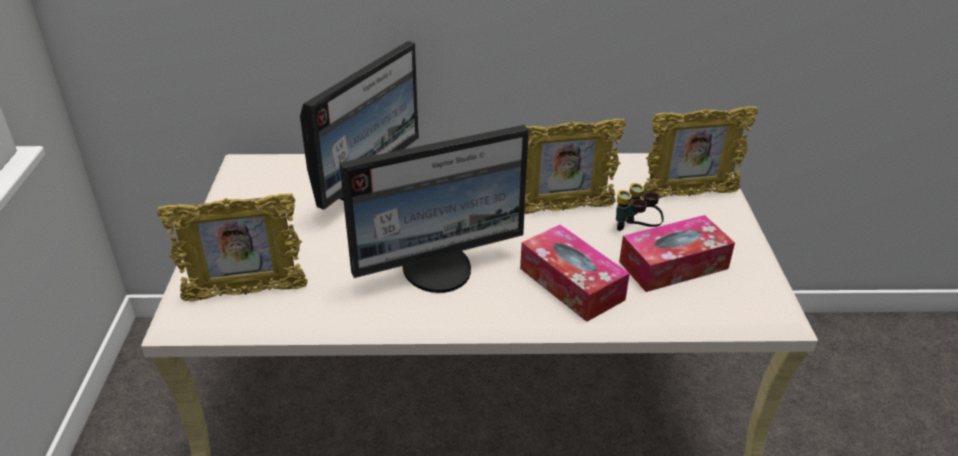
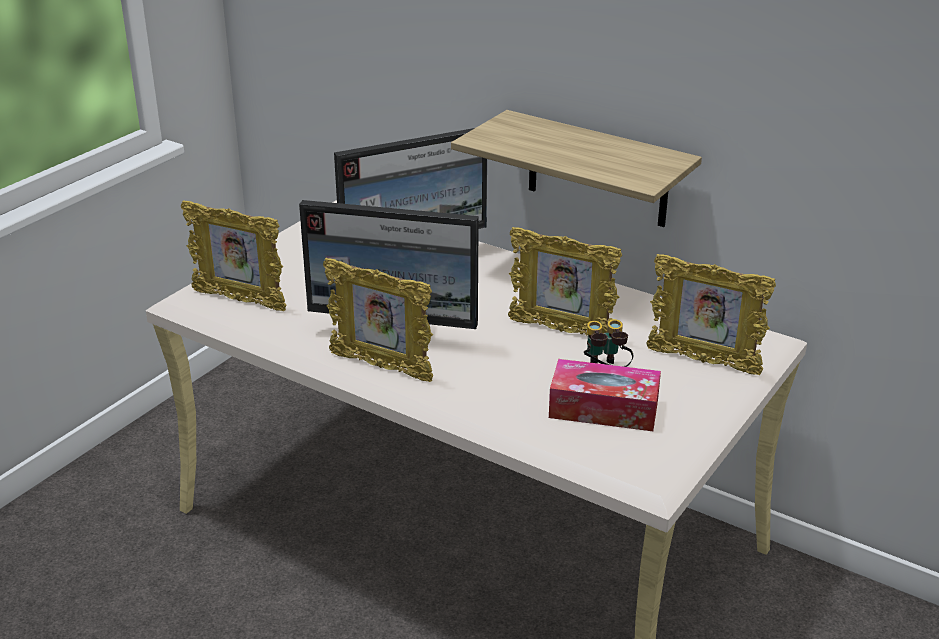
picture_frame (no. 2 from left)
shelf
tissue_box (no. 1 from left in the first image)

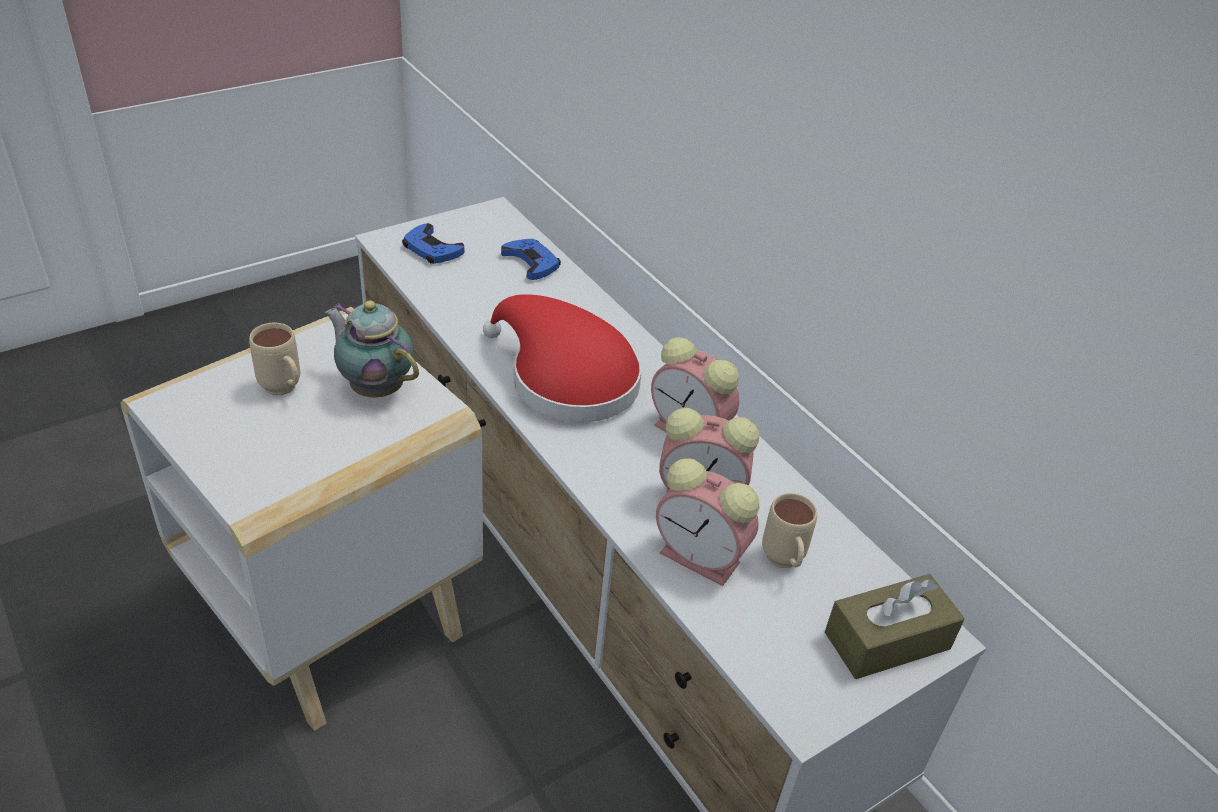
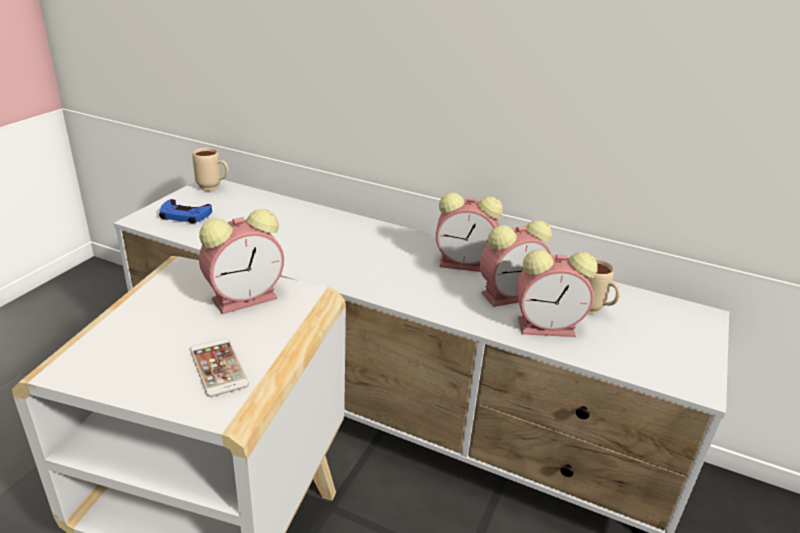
phone
beige_mug (no. 1 from left)
alarm_clock (no. 1 from left)
red_hat
blue_game_controller (no. 2 from left in the first image)
brown_tissue_box

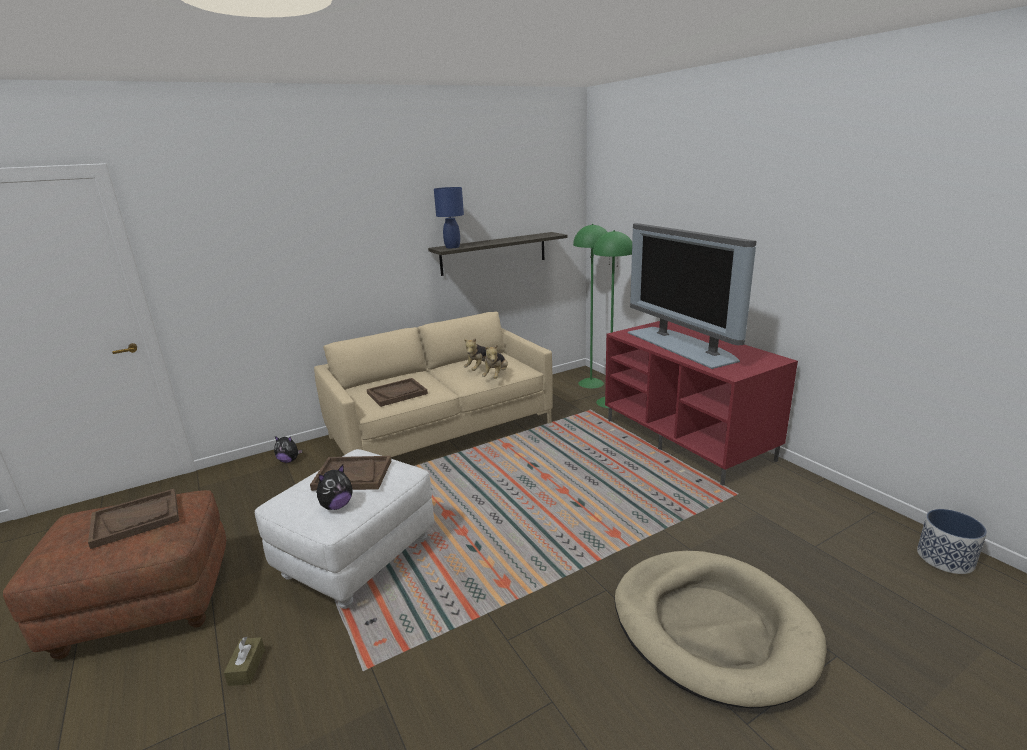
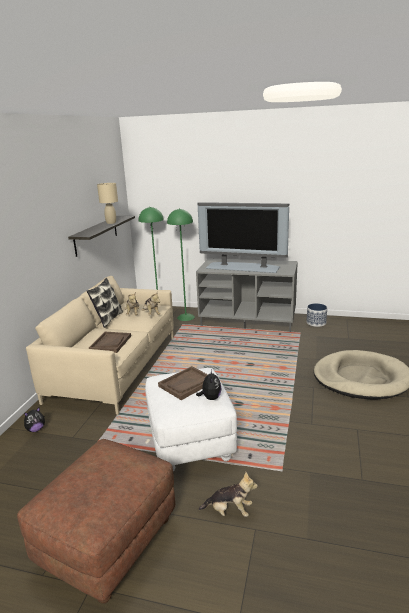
pillow
beige_table_lamp
grey_tv_stand
plush_toy (no. 5 from left)
planter
brown_tray (no. 1 from left in the first image)
blue_table_lamp

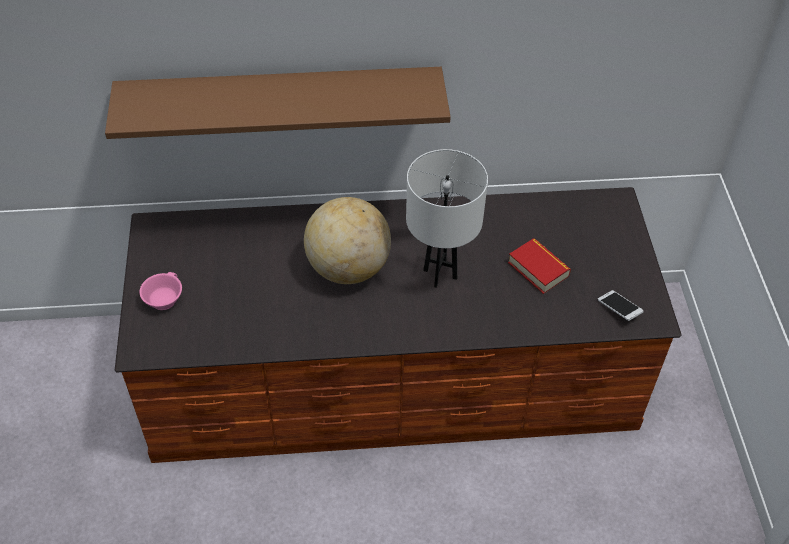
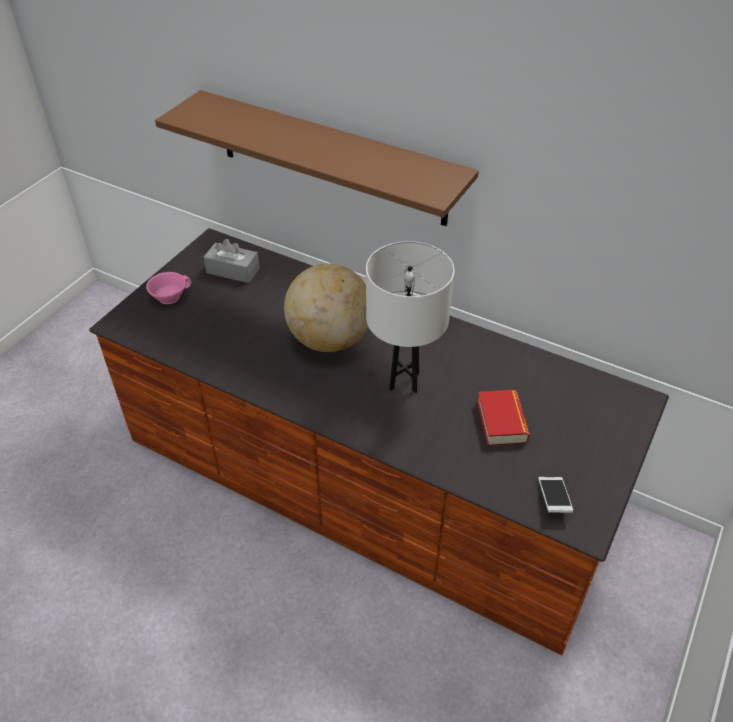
grey_tissue_box

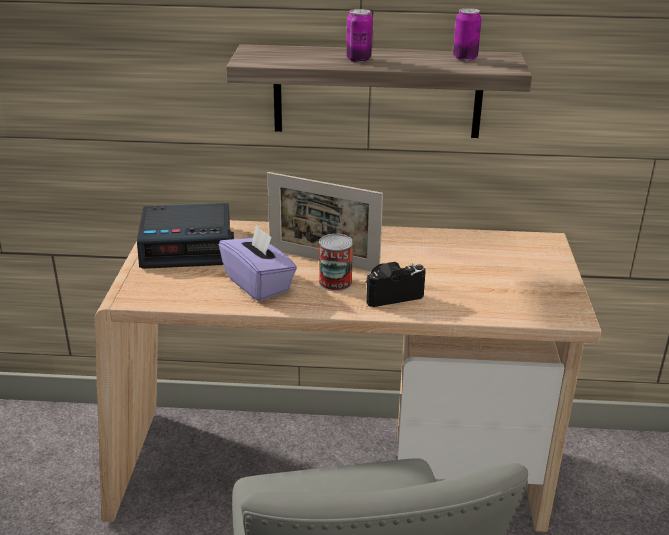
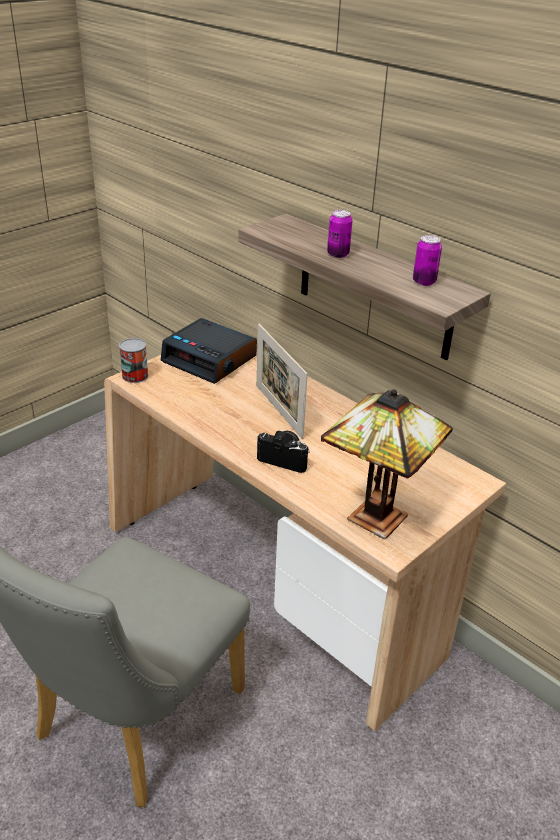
can (no. 1 from left)
table_lamp
purple_tissue_box

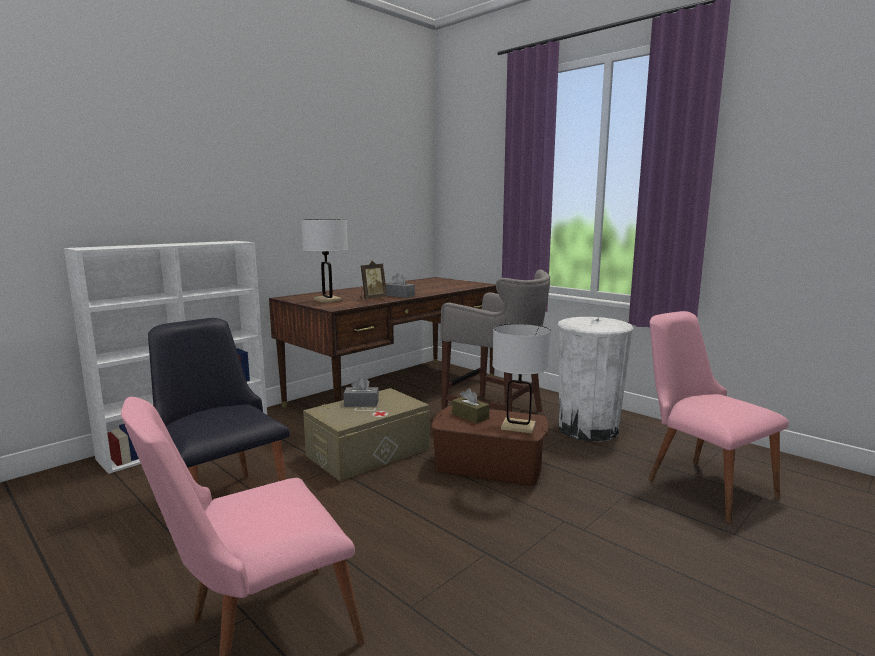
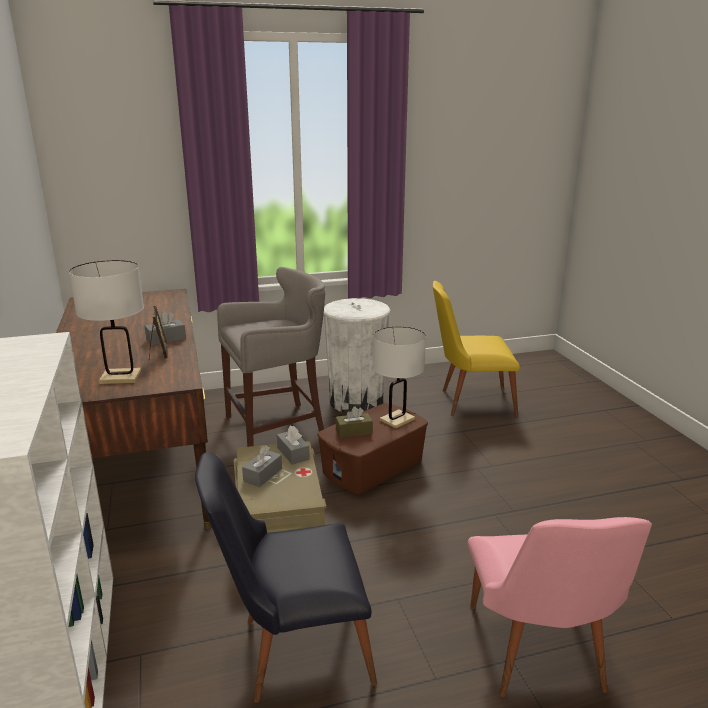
grey_tissue_box (no. 3 from left)
yellow_chair

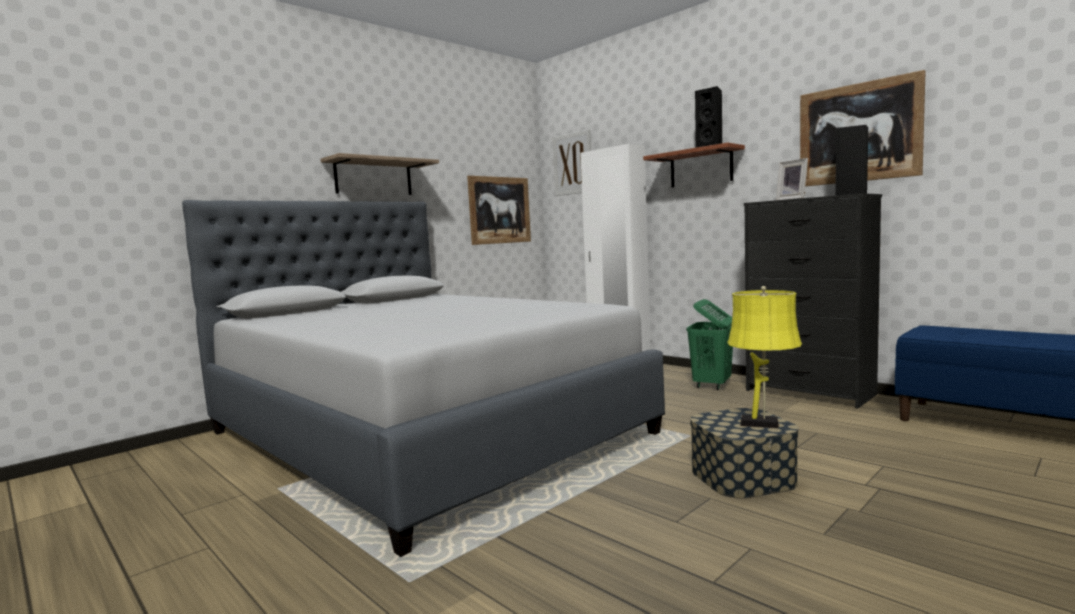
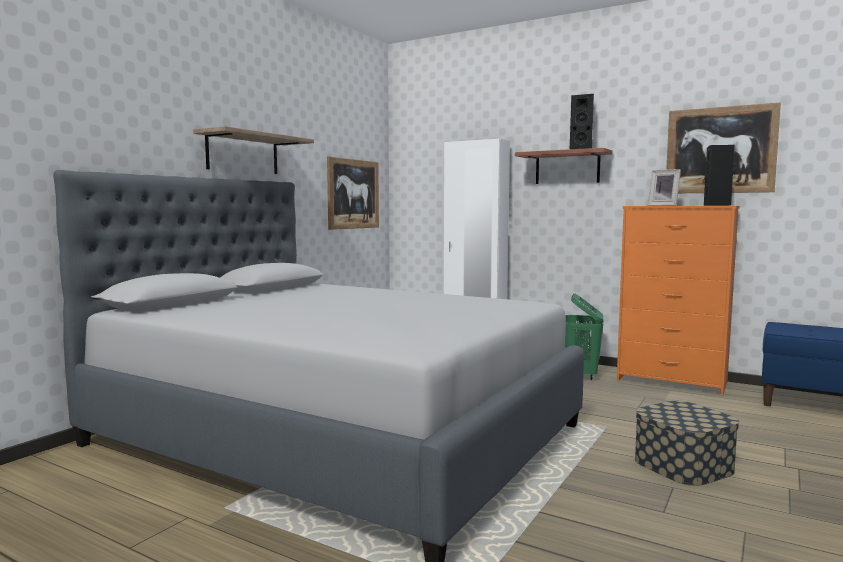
orange_dresser
picture (no. 2 from left in the first image)
yellow_table_lamp

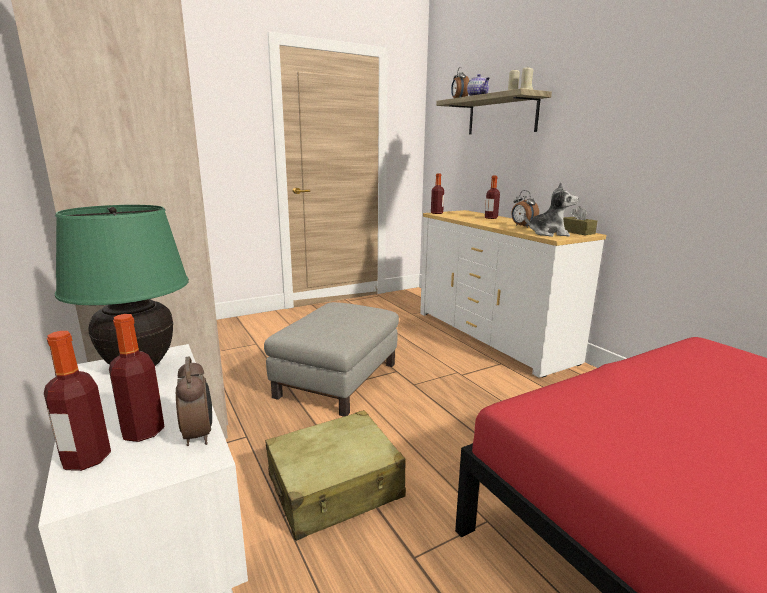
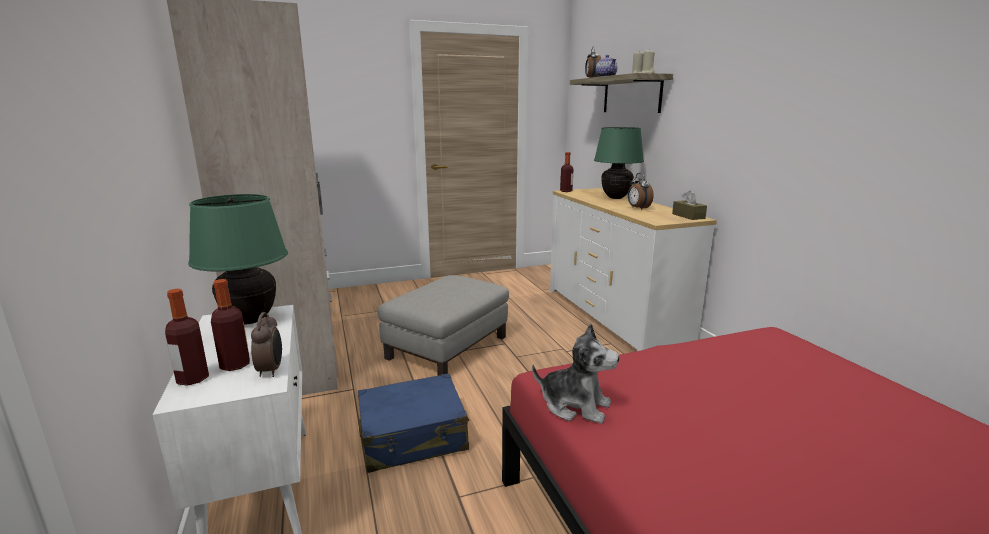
blue_suitcase
plush_toy
green_table_lamp (no. 2 from left)

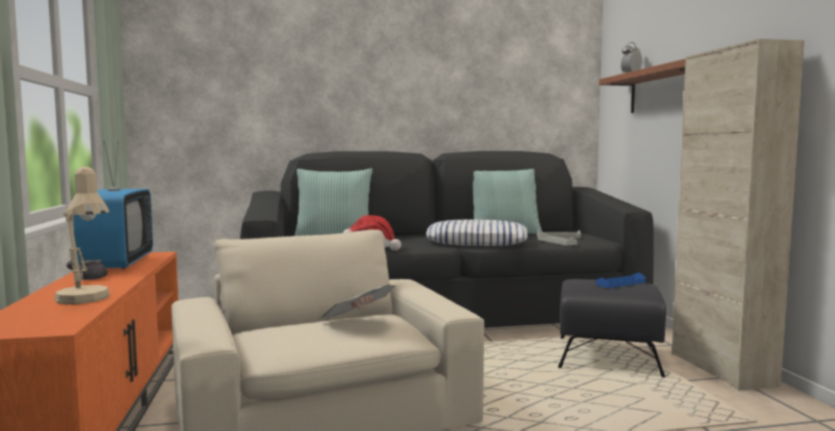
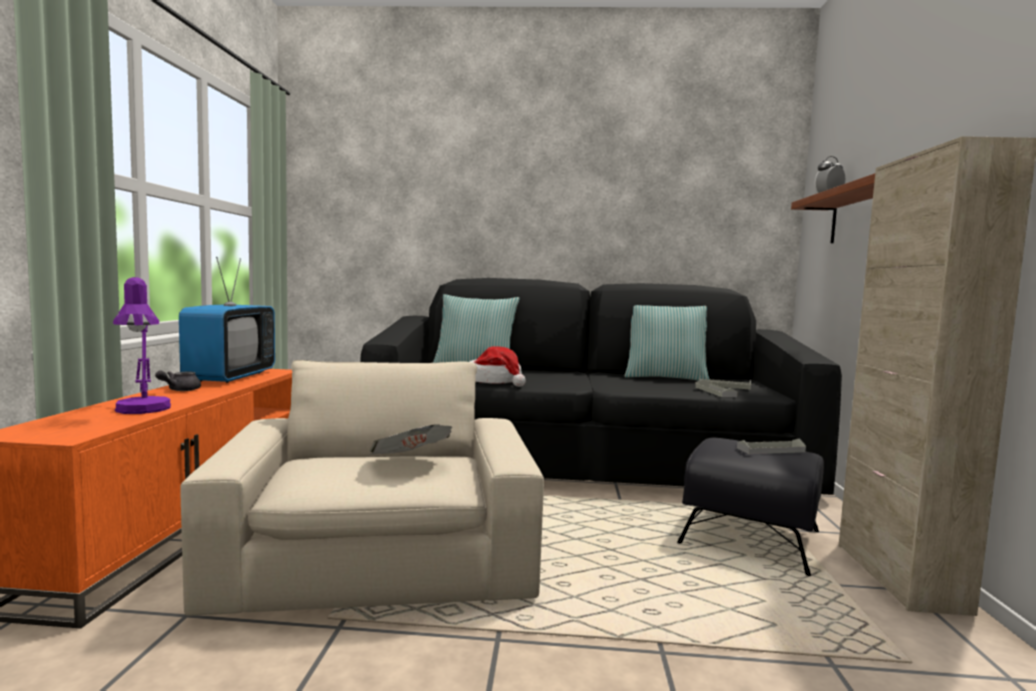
purple_table_lamp
grey_tray (no. 3 from left)
pillow (no. 2 from left in the first image)

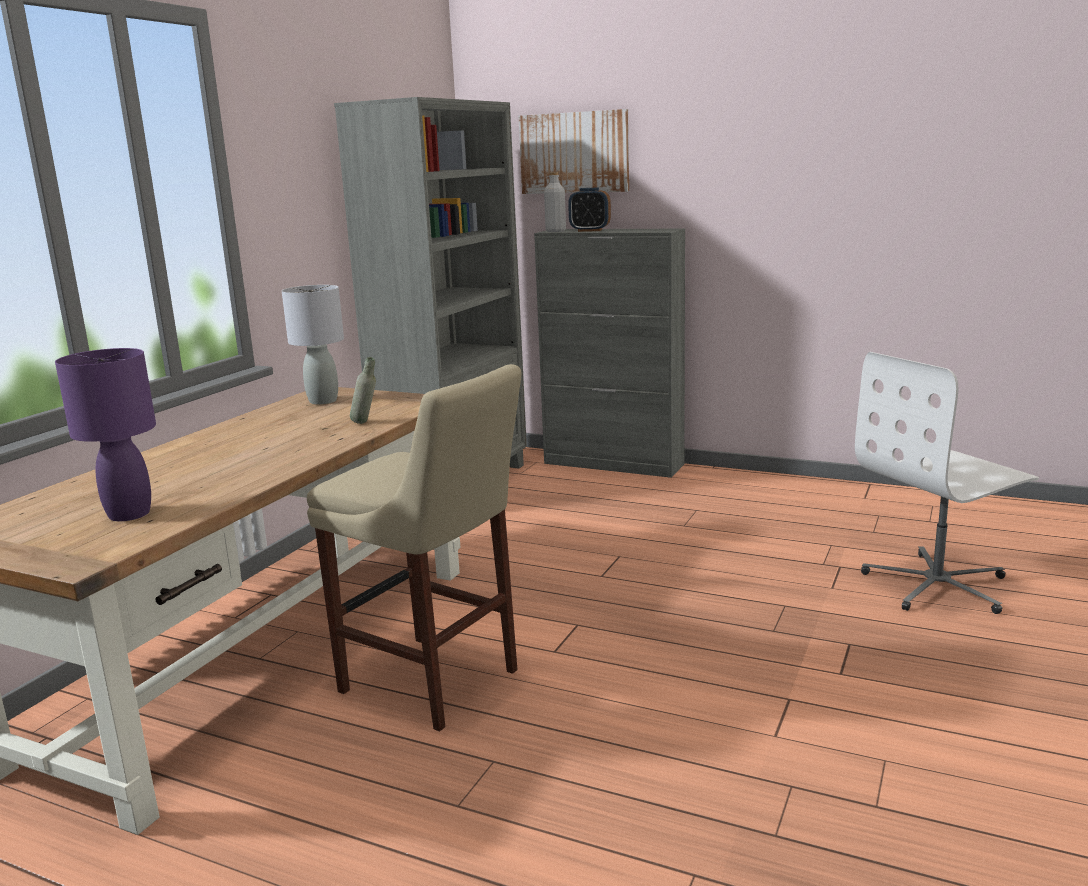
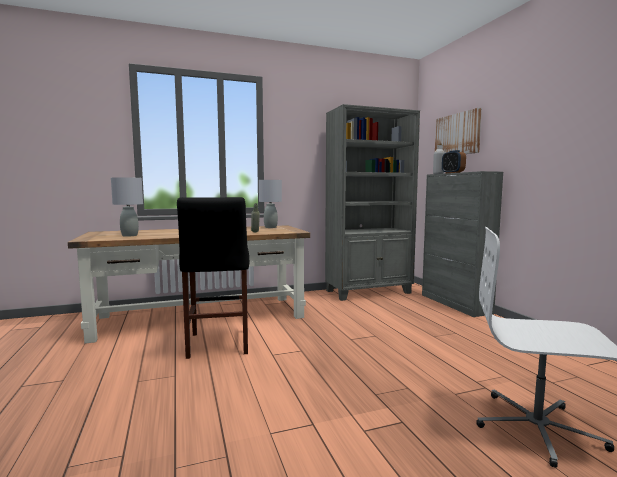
grey_table_lamp (no. 1 from left)
black_stool

